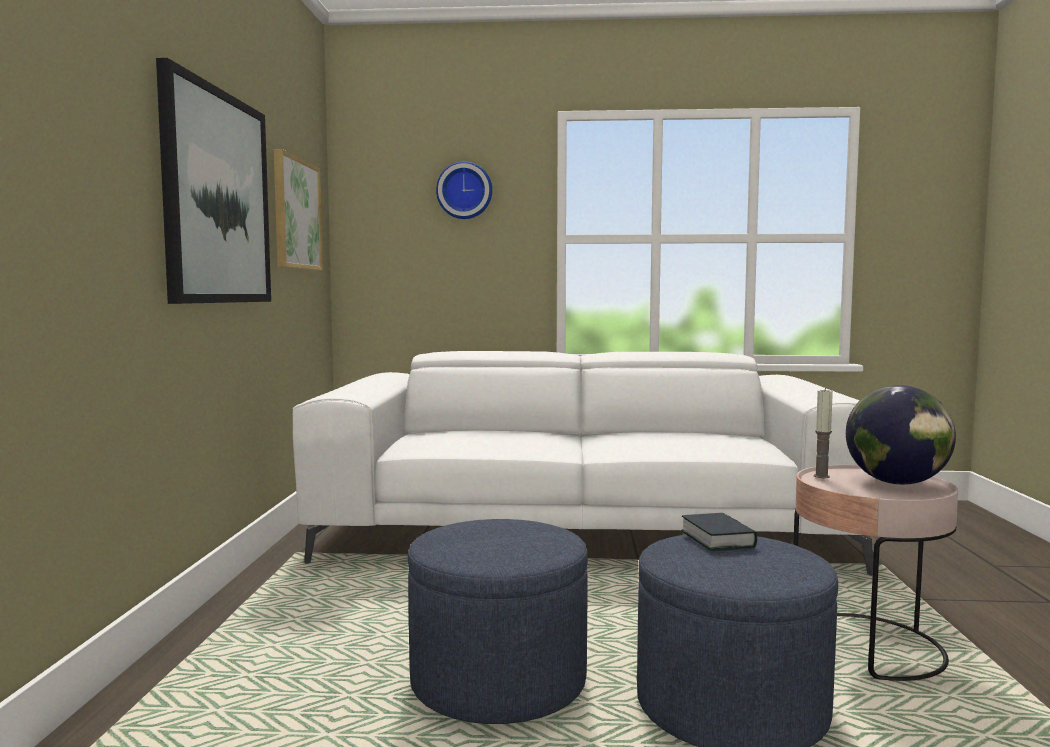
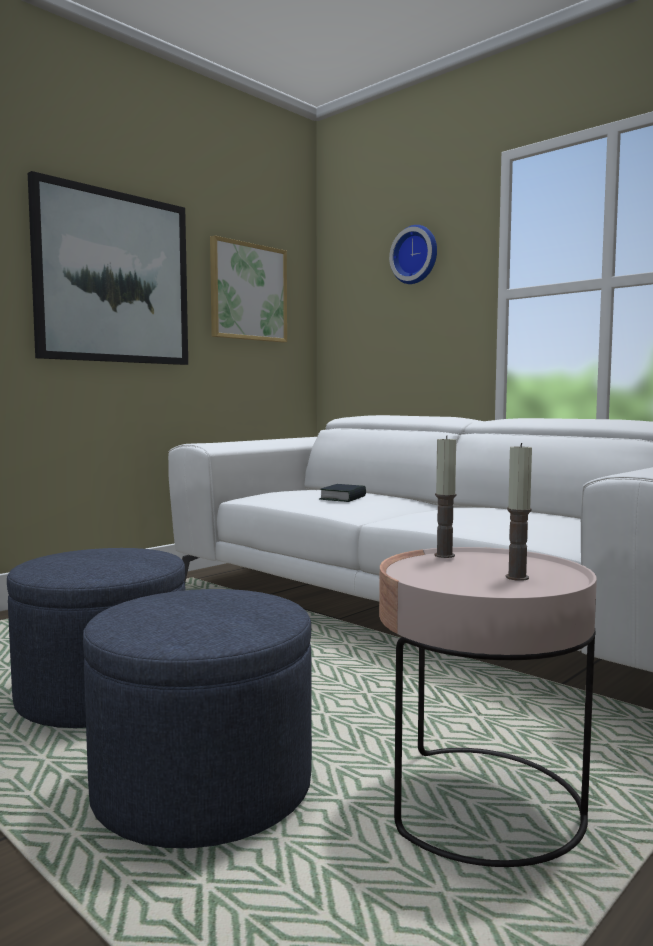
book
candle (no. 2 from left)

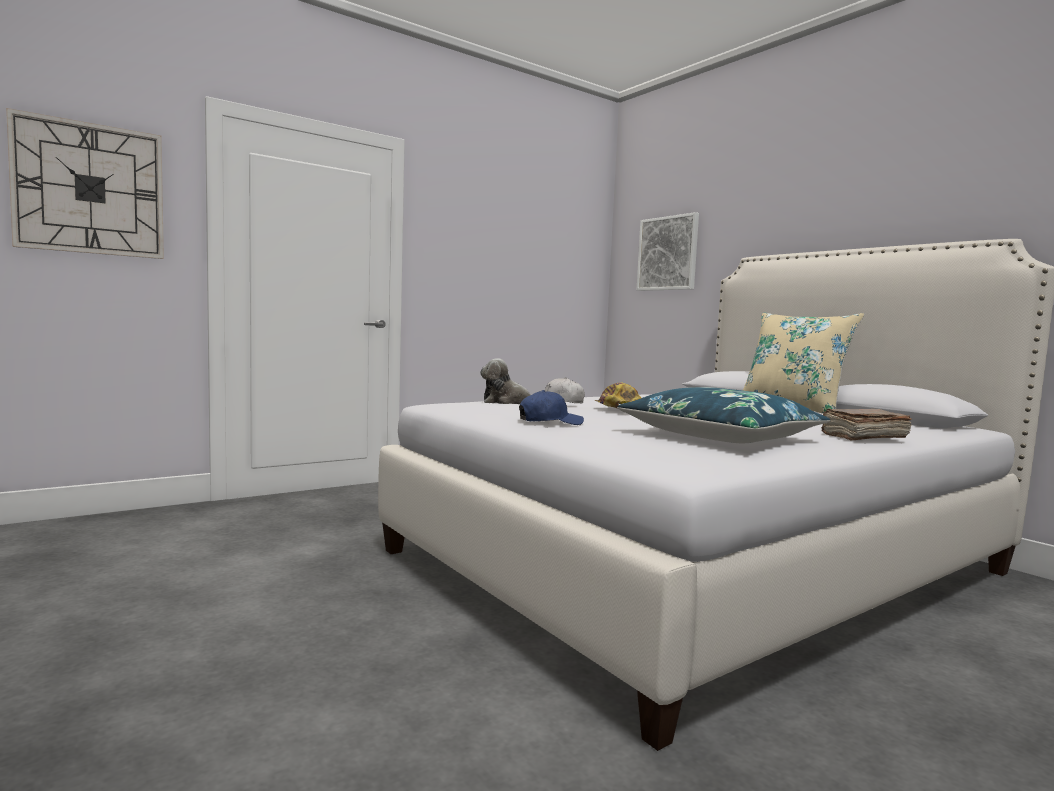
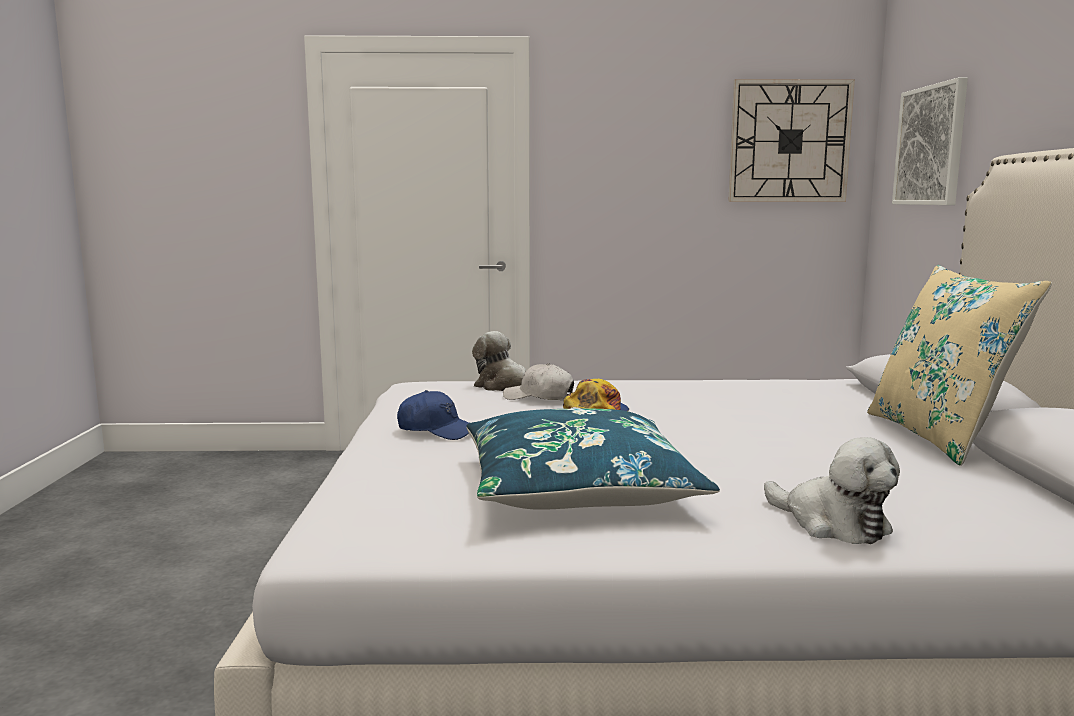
wall_clock
plush_toy (no. 2 from left)

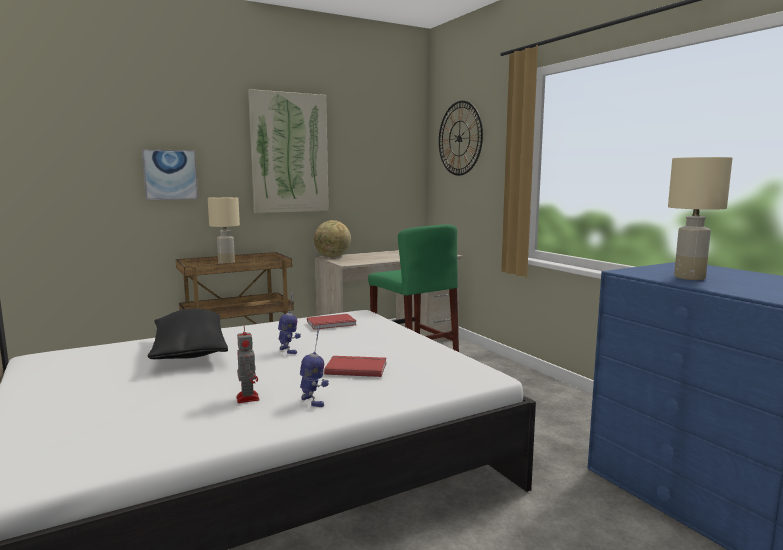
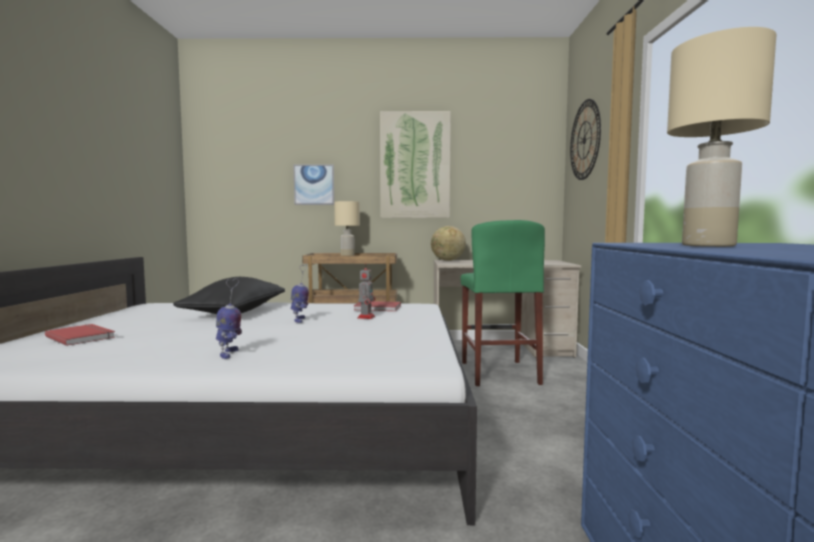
red_book (no. 1 from left)
toy_robot (no. 3 from left)

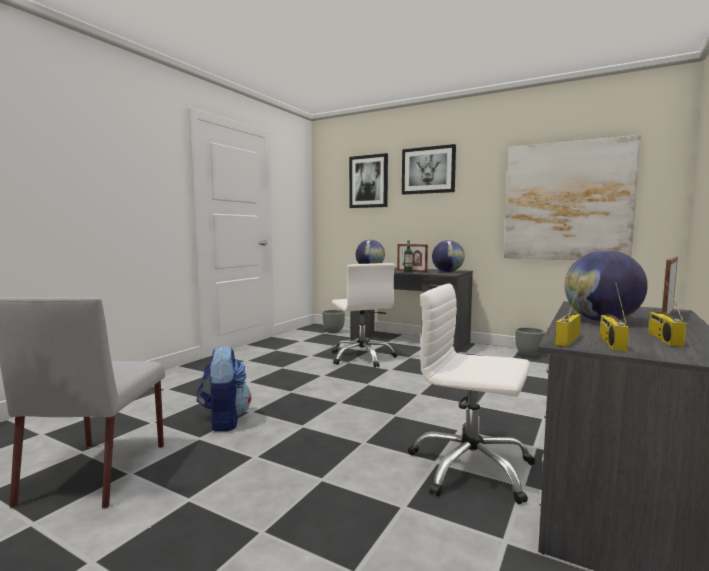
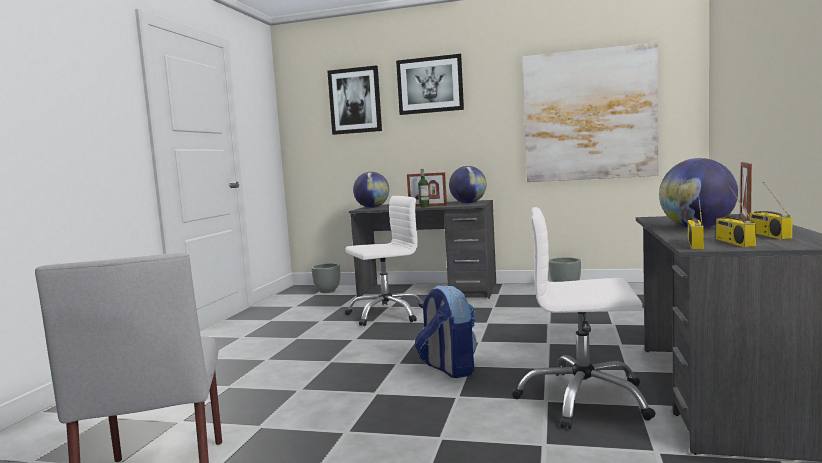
white_office_chair (no. 1 from left)
backpack

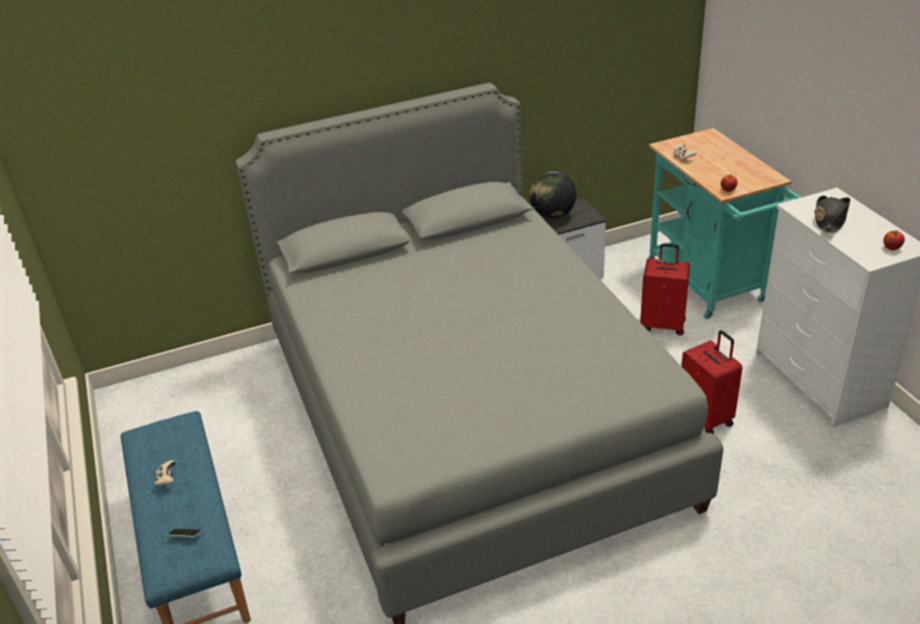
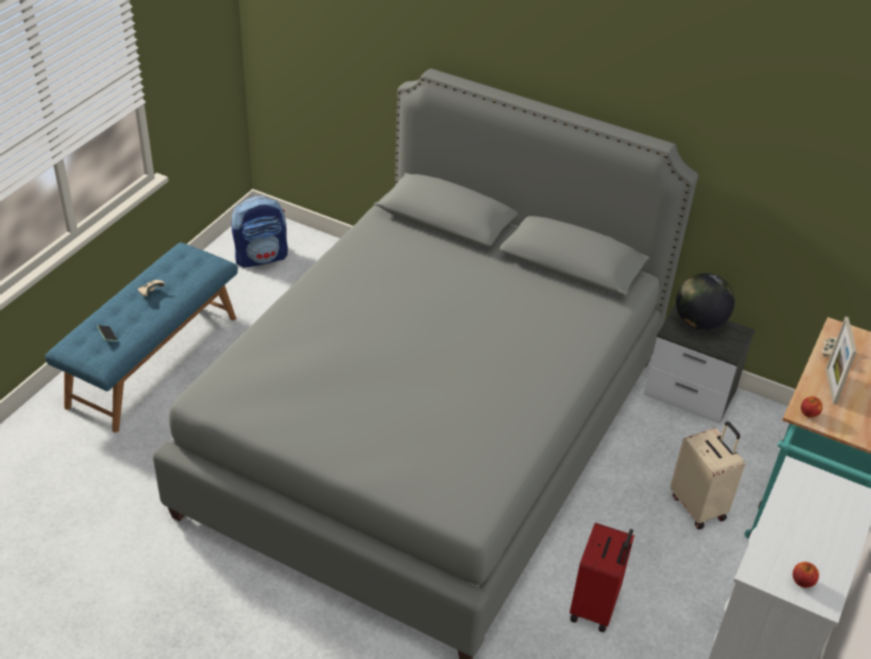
backpack
beige_suitcase
picture_frame
black_hat

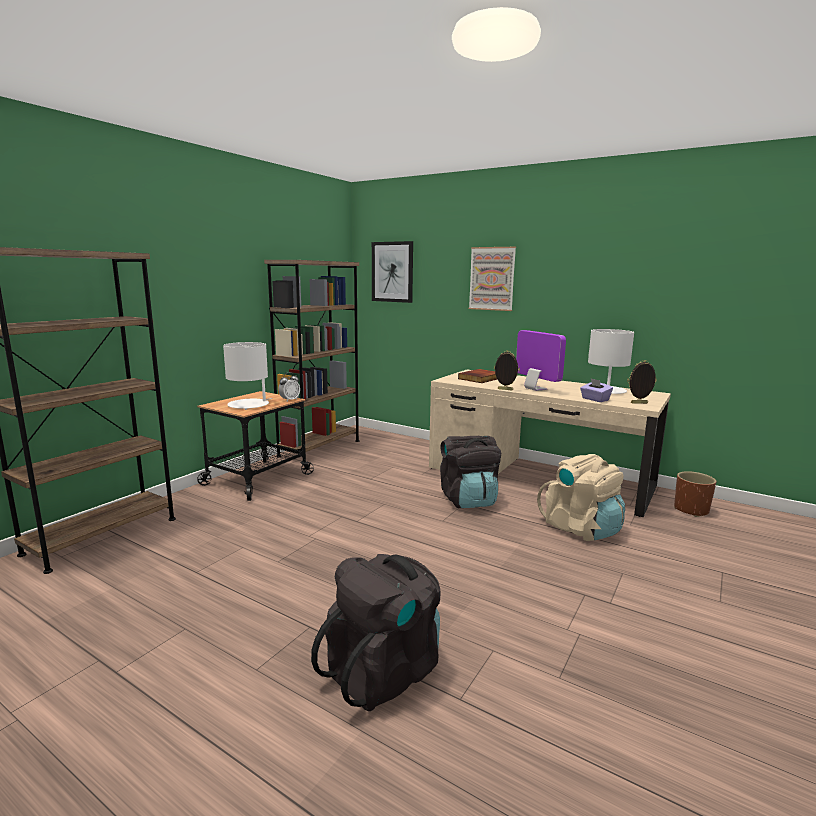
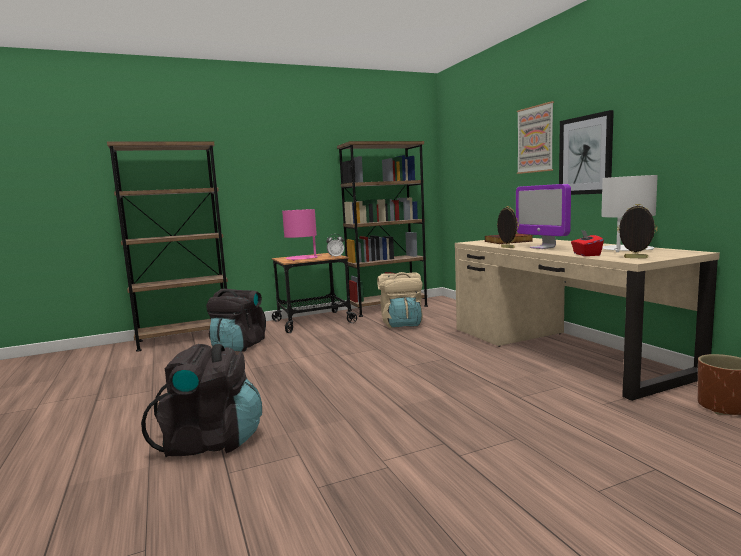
black_backpack (no. 2 from left)
pink_table_lamp
beige_backpack
monitor
picture (no. 2 from left)
red_tissue_box

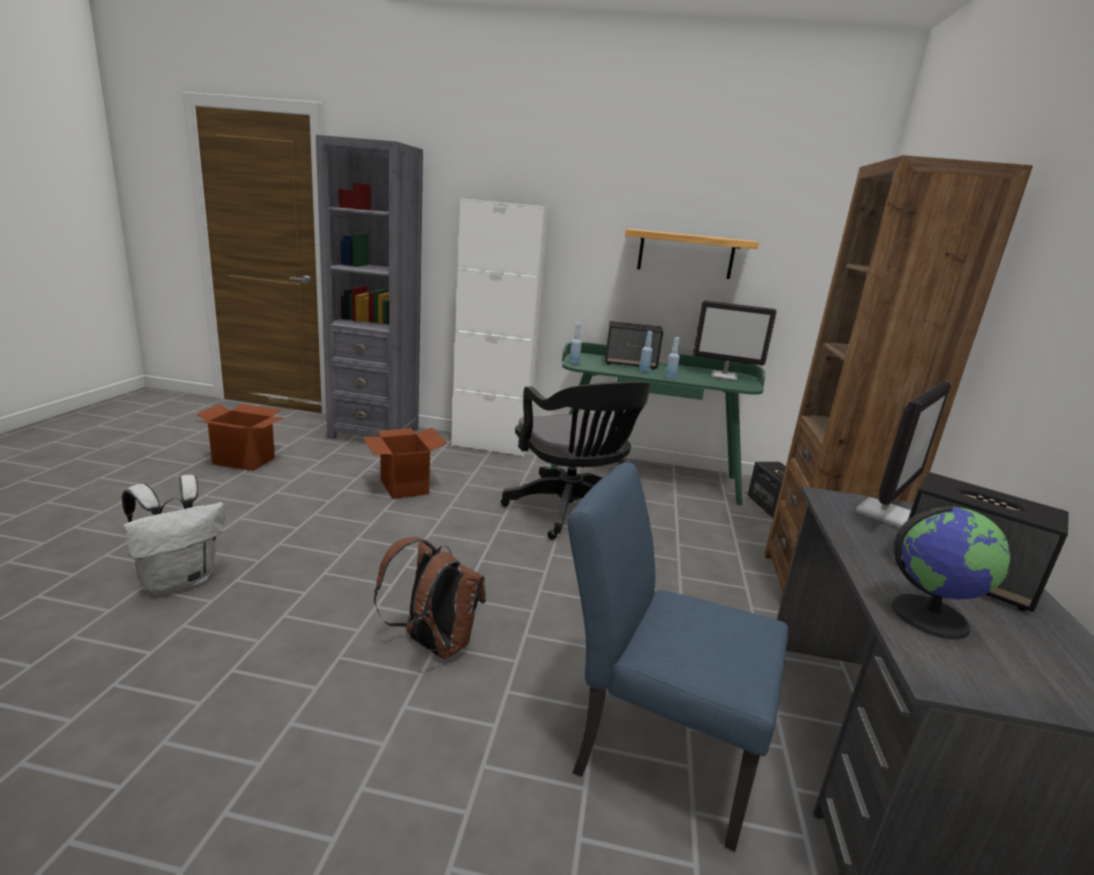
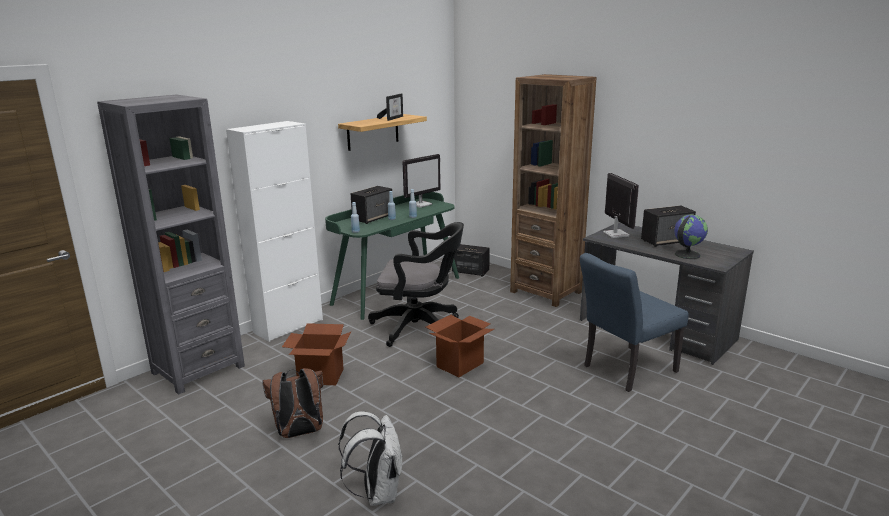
brown_backpack
picture_frame
cardboard_box (no. 2 from left)

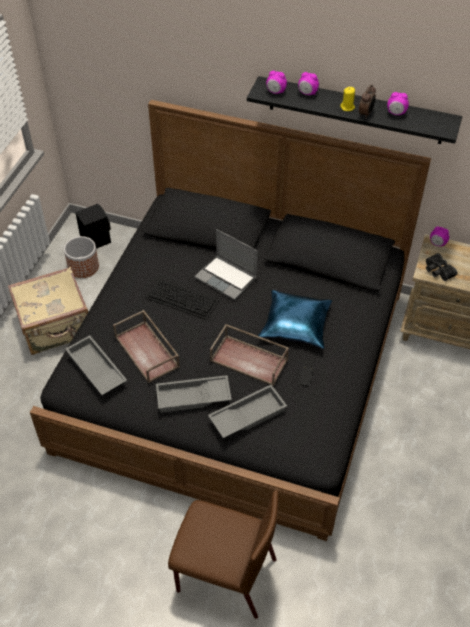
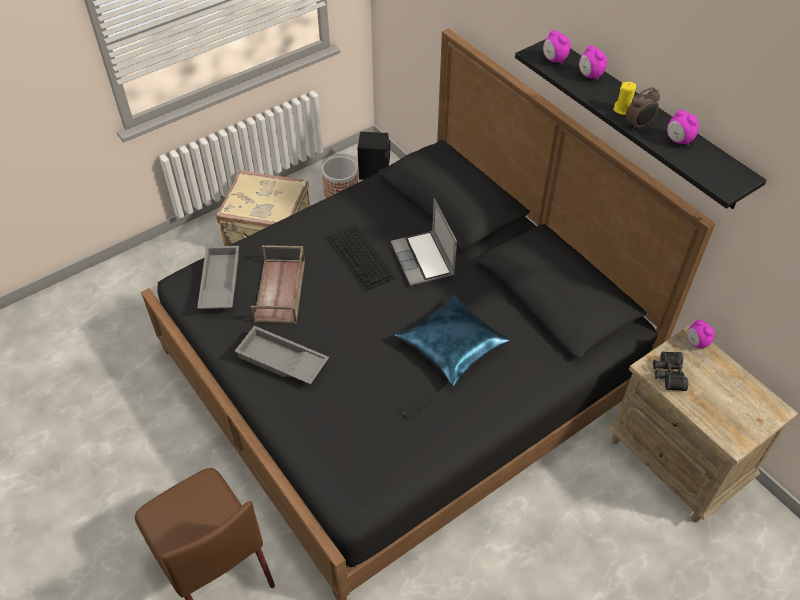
grey_tray (no. 3 from left in the first image)
brown_tray (no. 2 from left in the first image)

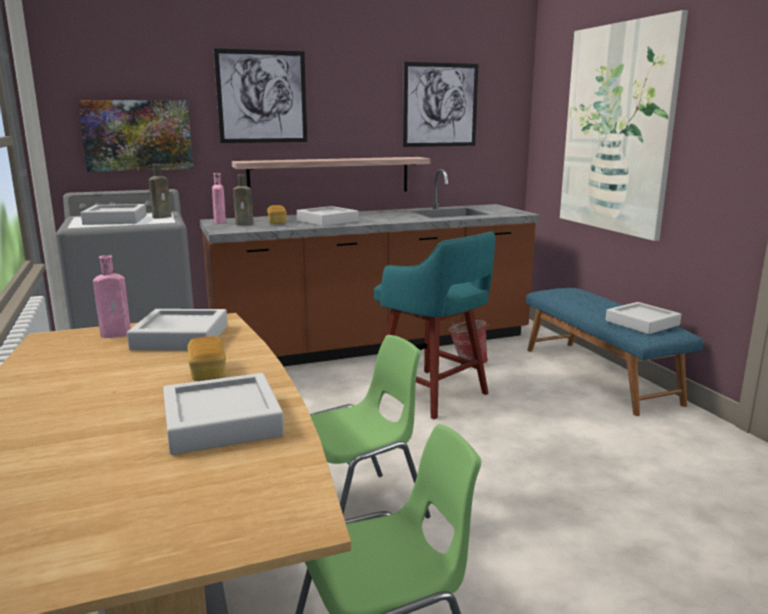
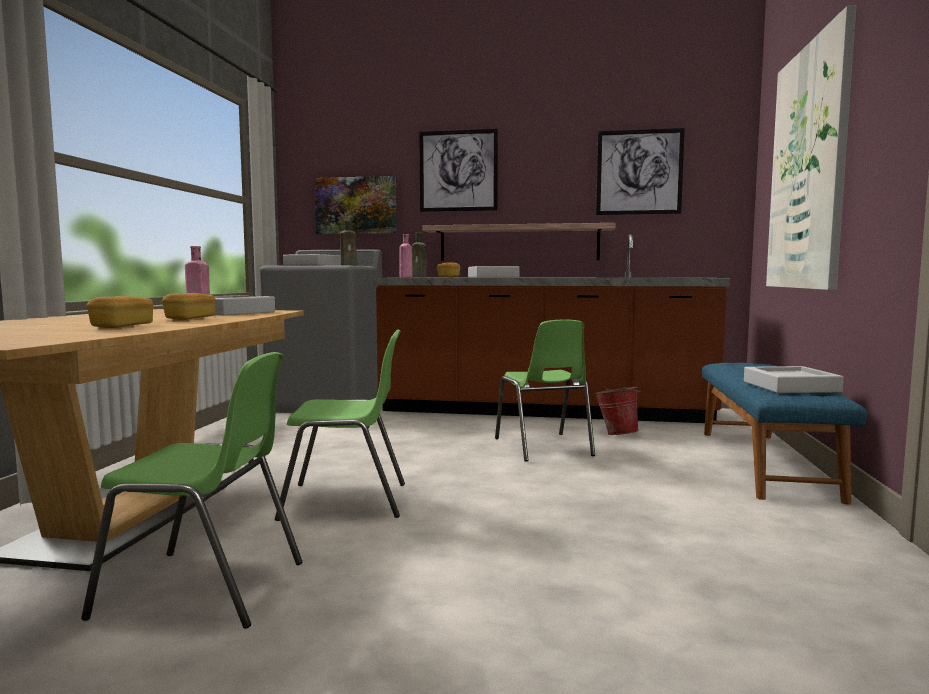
bread (no. 1 from left)
green_chair (no. 3 from left)

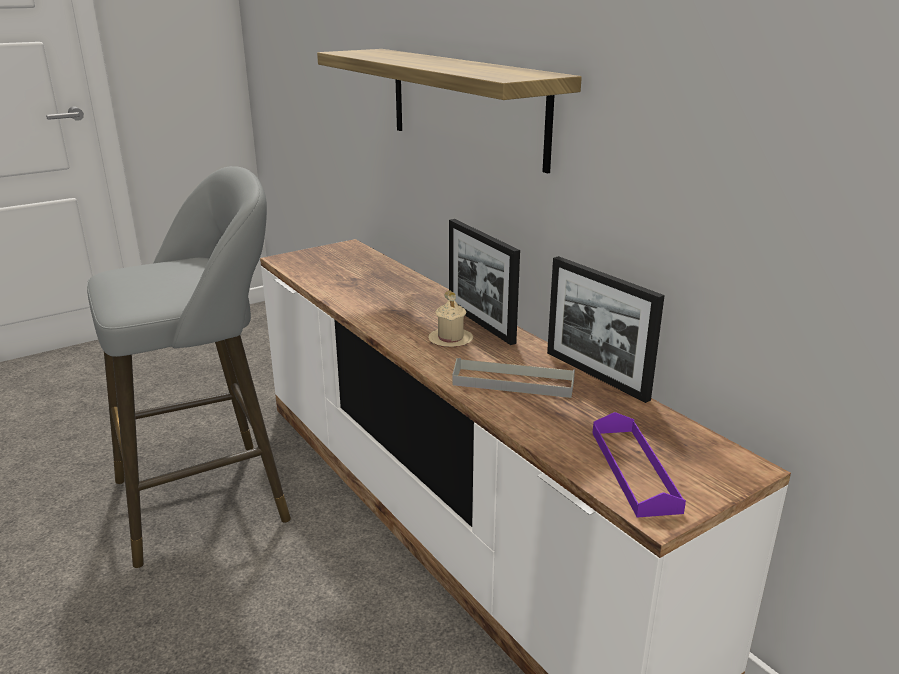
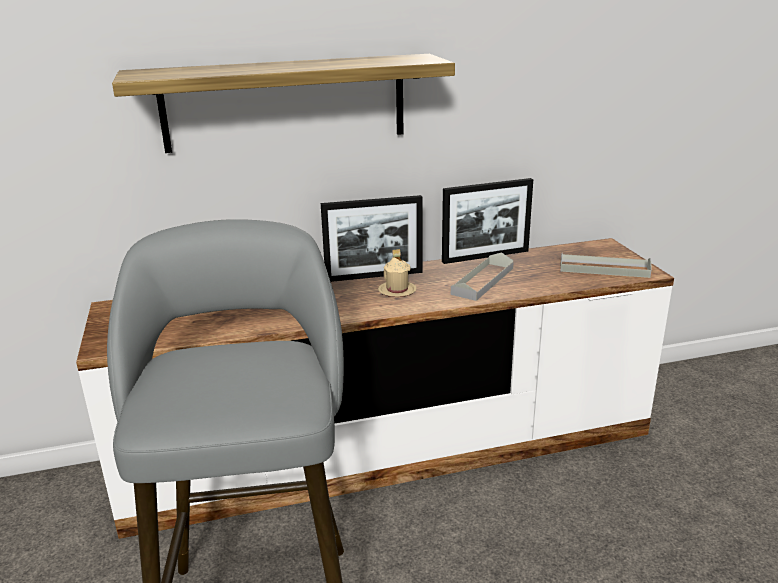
grey_tray (no. 2 from left)

